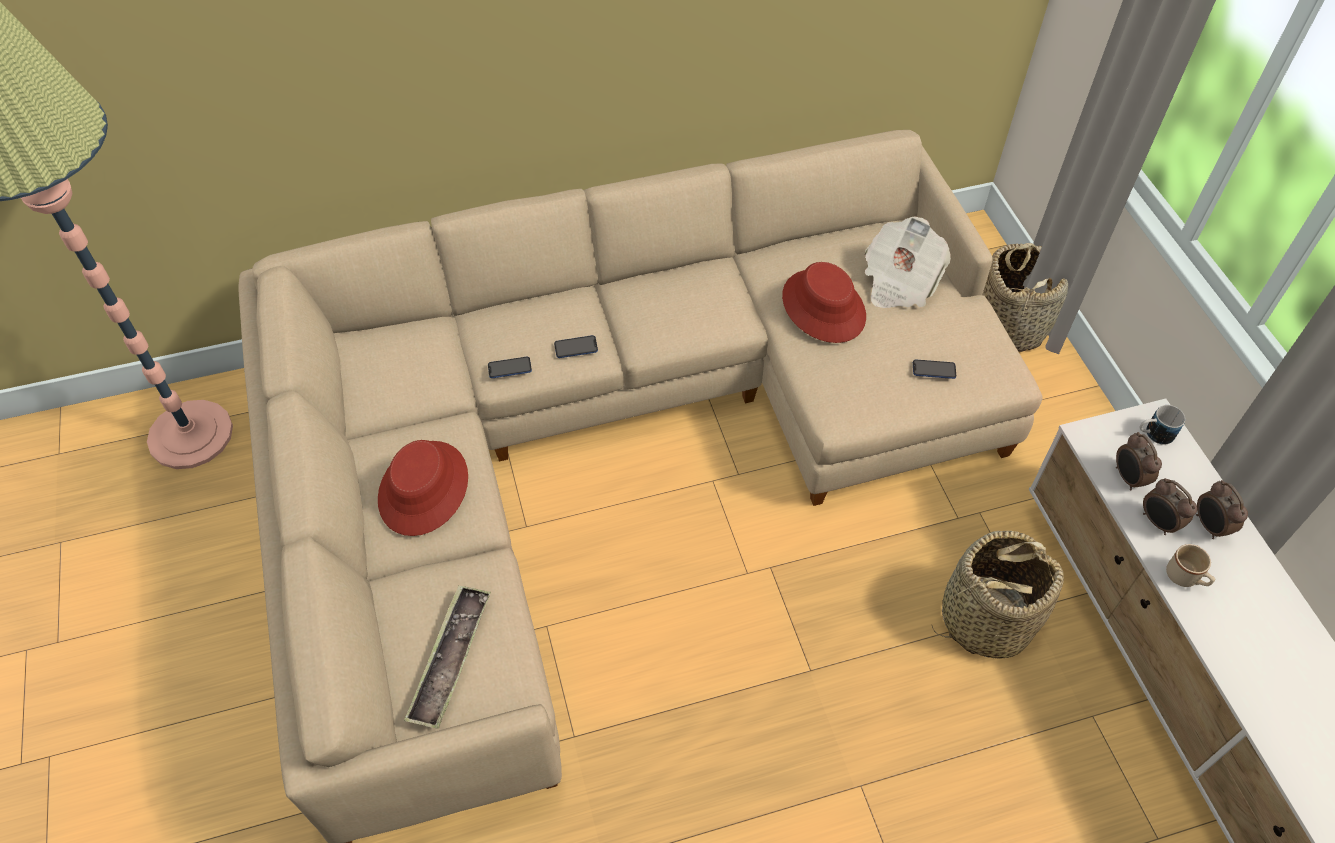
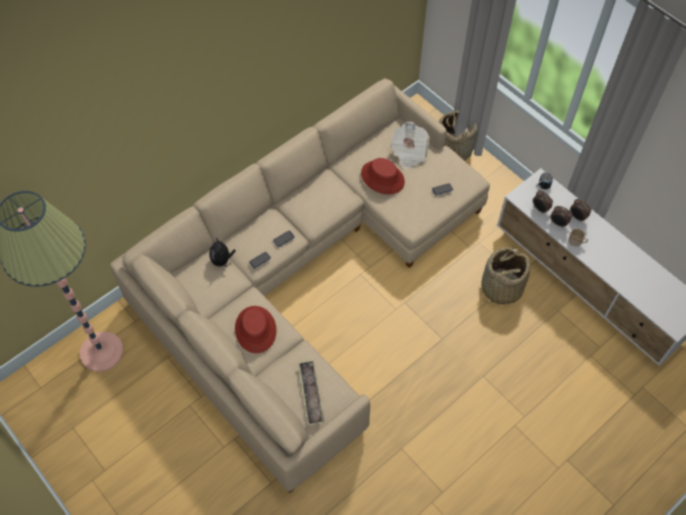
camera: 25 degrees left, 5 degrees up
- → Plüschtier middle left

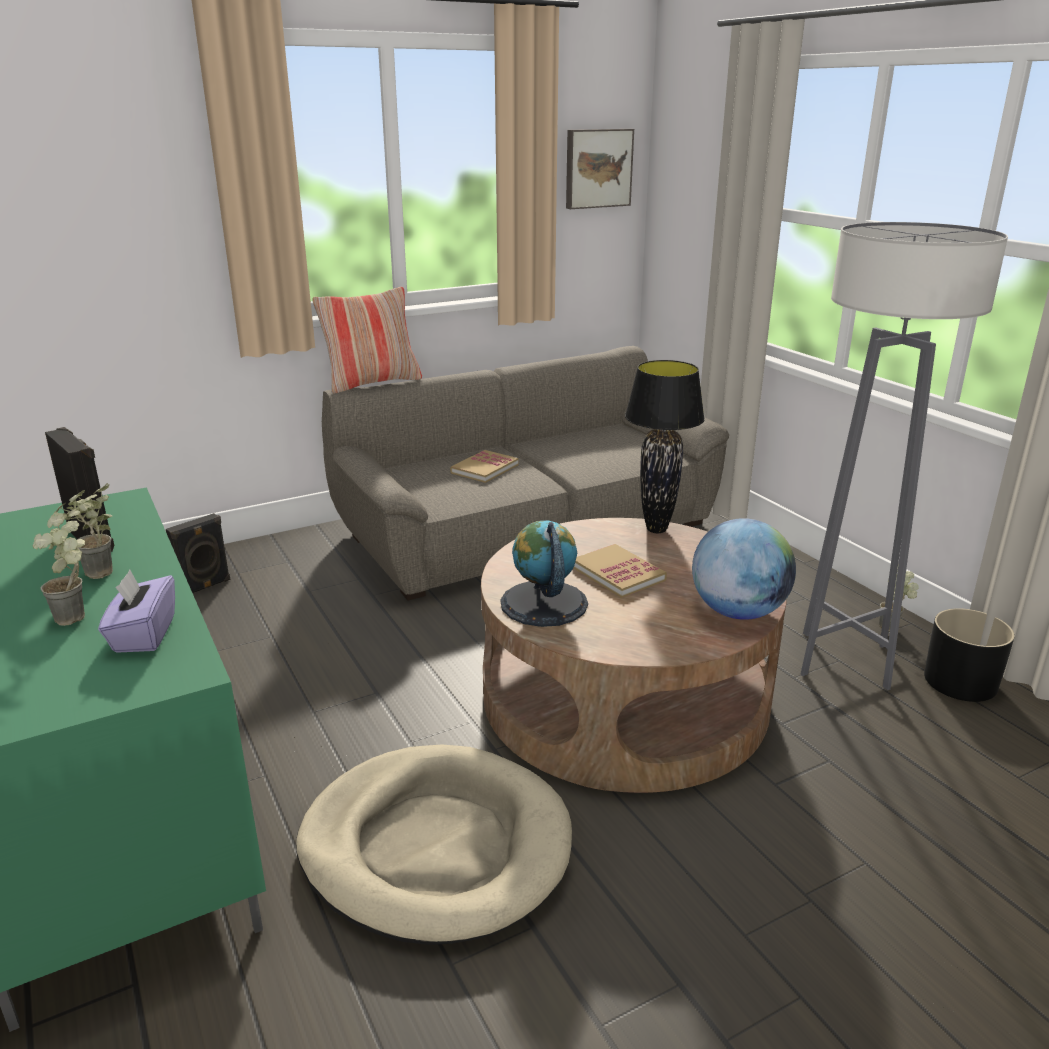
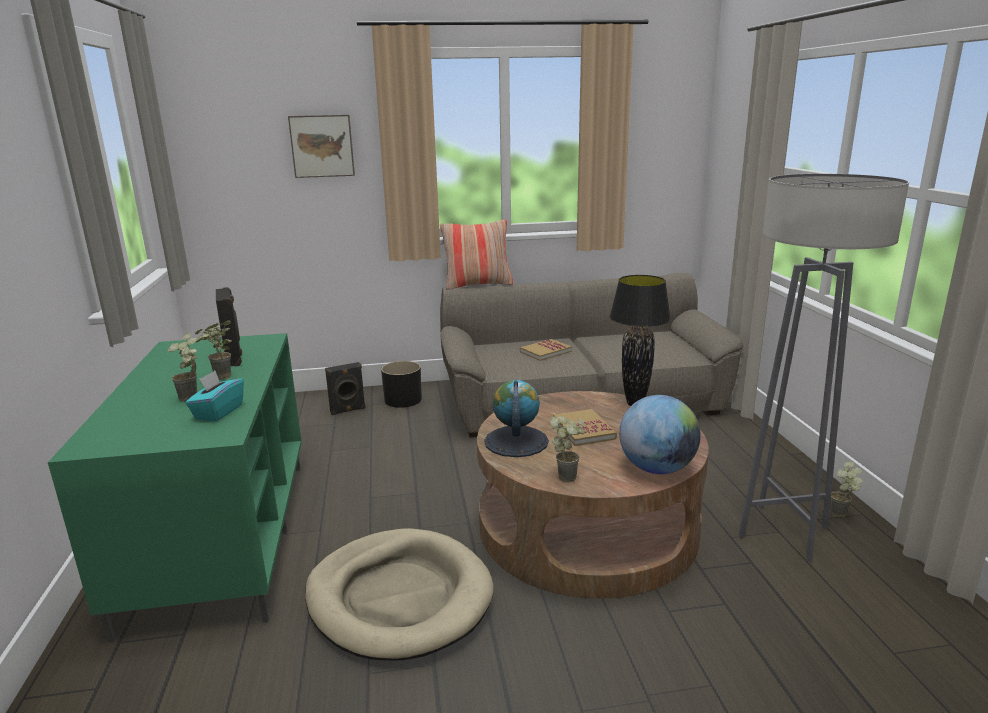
camera: 20 degrees right, 5 degrees down
Taschentuchbox [lila] middle left → Taschentuchbox [türkis] middle left
Bild top centre → Bild top left, relocated
Pflanzkübel [schwarz] middle right → Pflanzkübel [schwarz] centre, relocated
- → Topfpflanze (no. 3 from left) centre

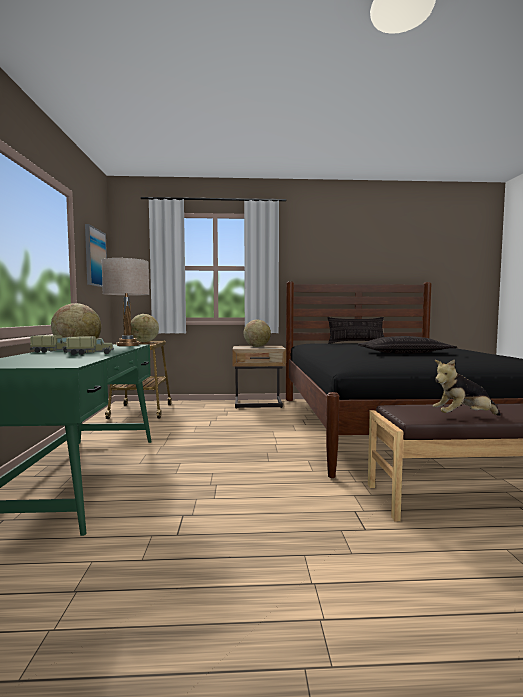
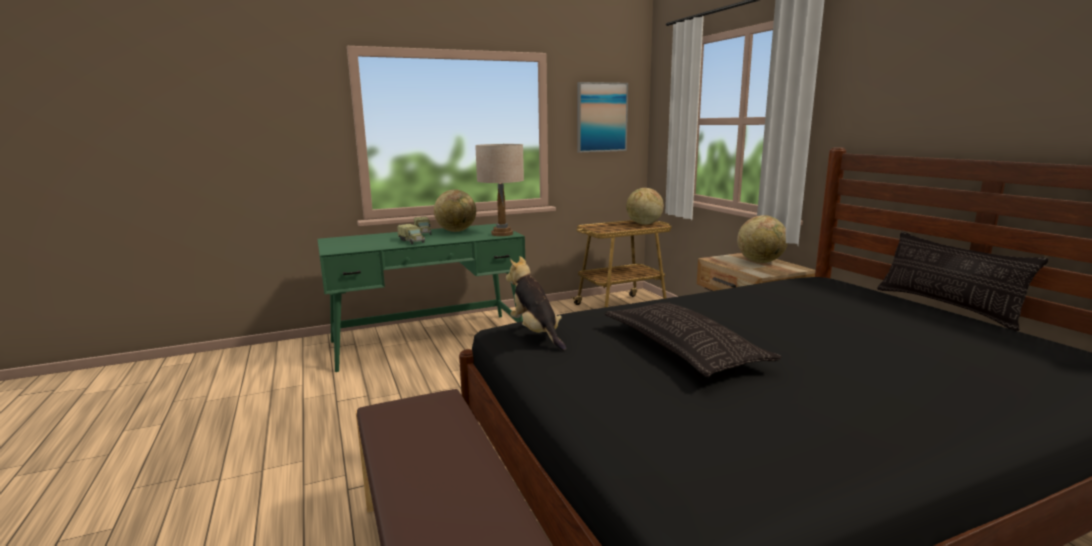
camera: 70 degrees right, 10 degrees up
Plüschtier middle right → Plüschtier centre, relocated

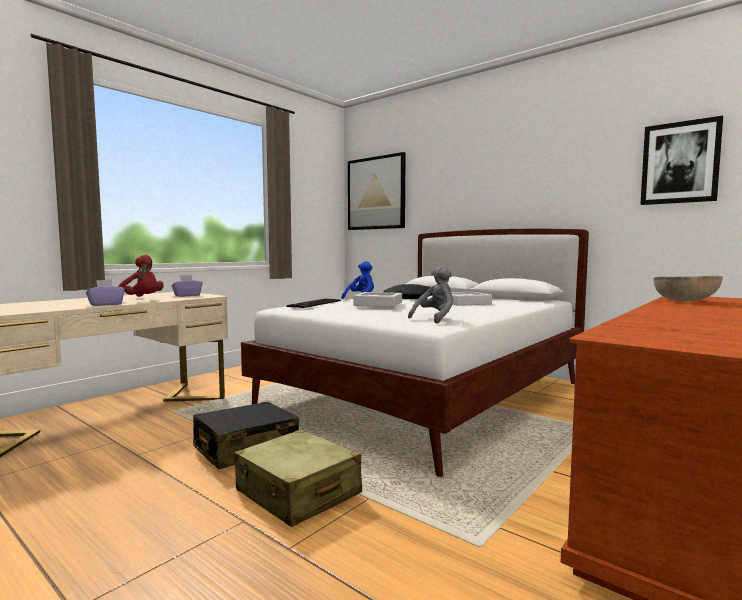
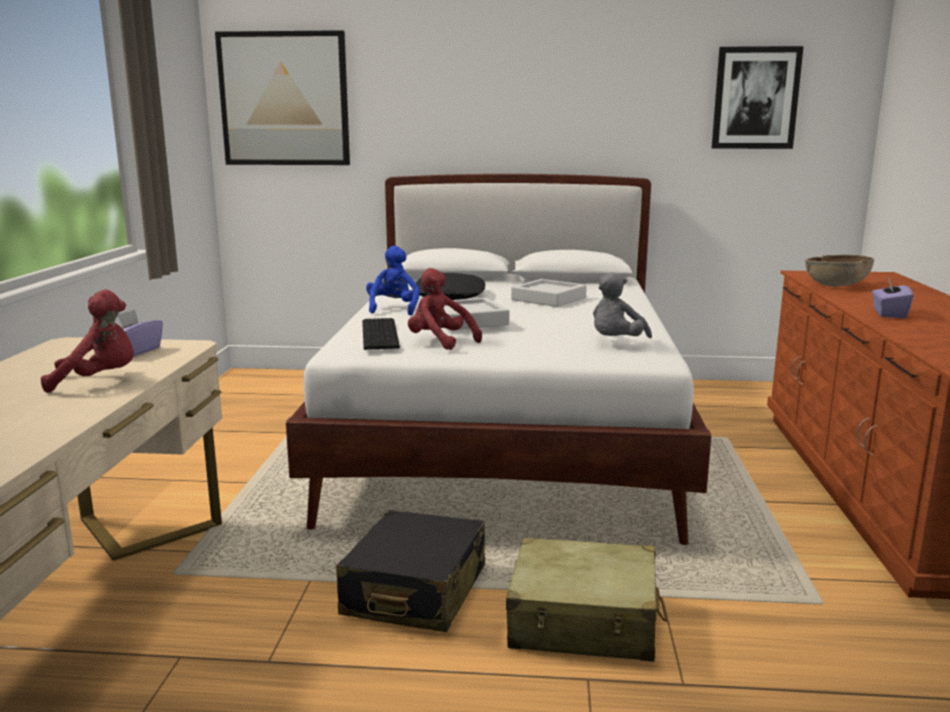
camera: 35 degrees left, 10 degrees up
Taschentuchbox [lila] (no. 1 from left in the first image) middle left → Taschentuchbox [lila] (no. 2 from left) middle right, relocated
Plüschtier [grau] centre, 150 degrees counterclockwise
- → Plüschtier [rot] (no. 2 from left) centre

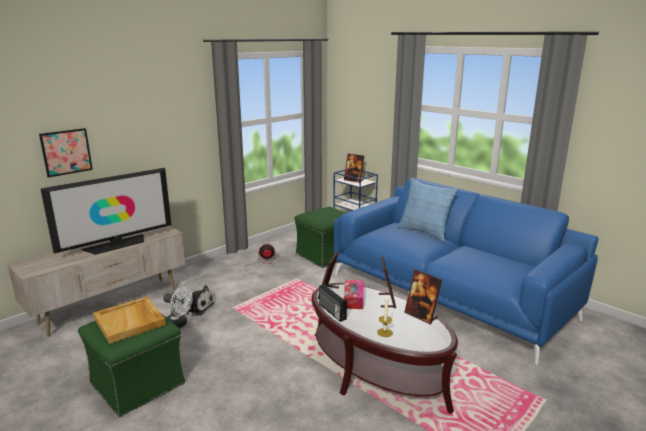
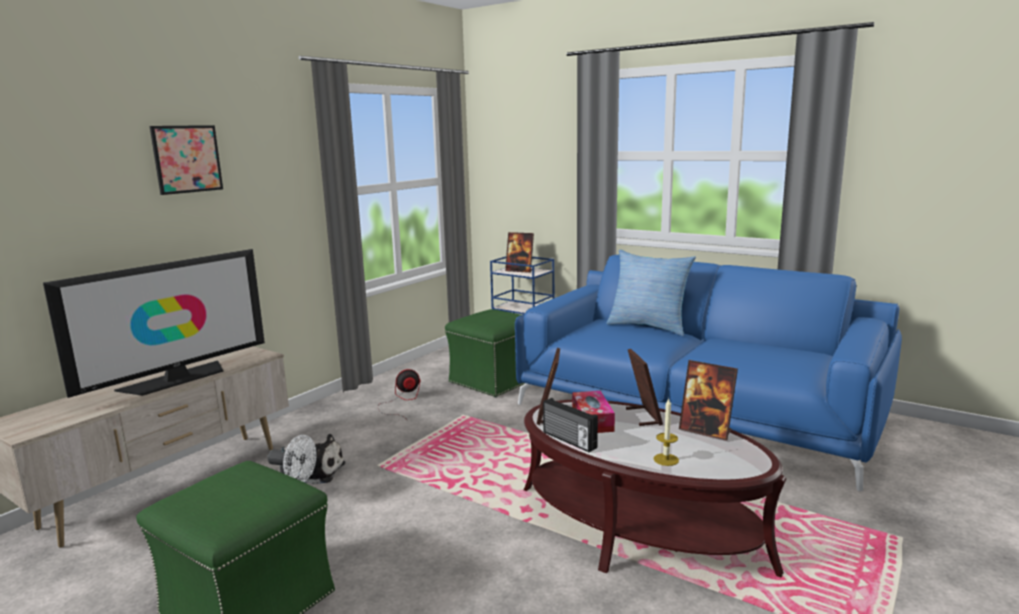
camera: 10 degrees left, 5 degrees down
Bild middle left → Bild top left, relocated
Tablett [beige] bottom left → -

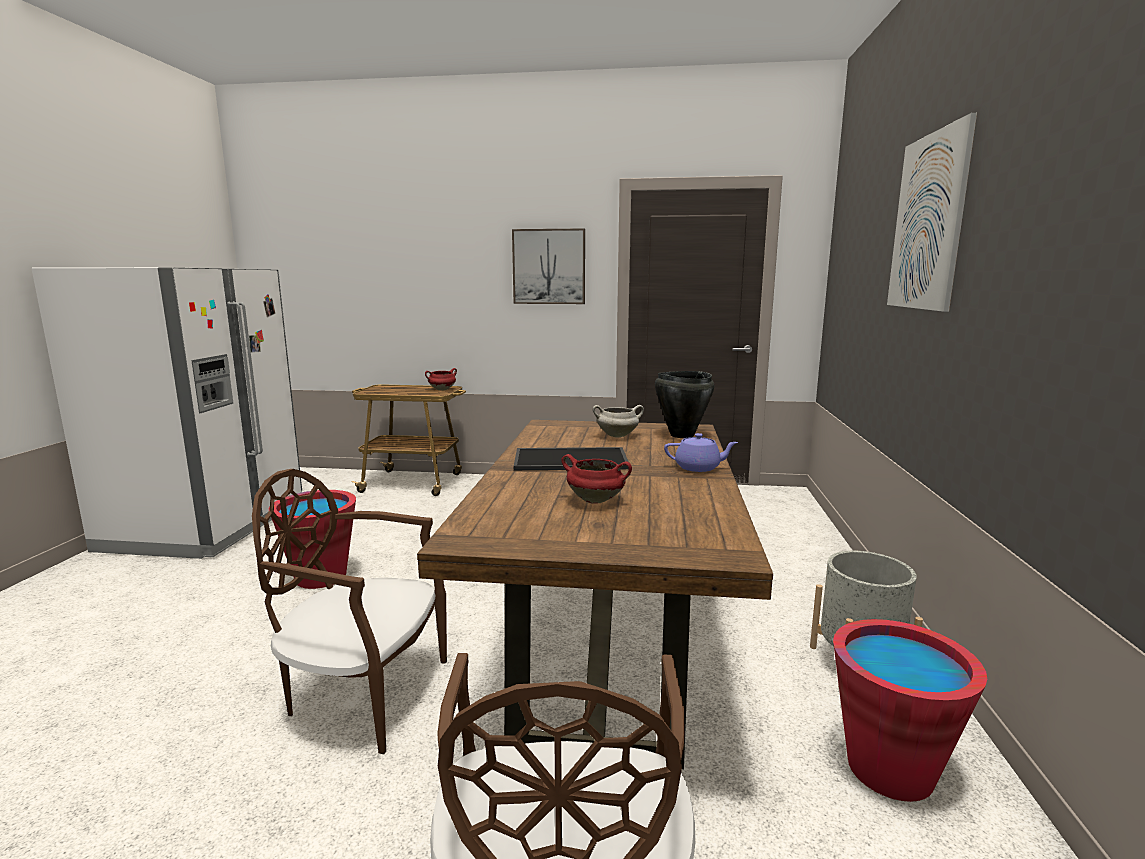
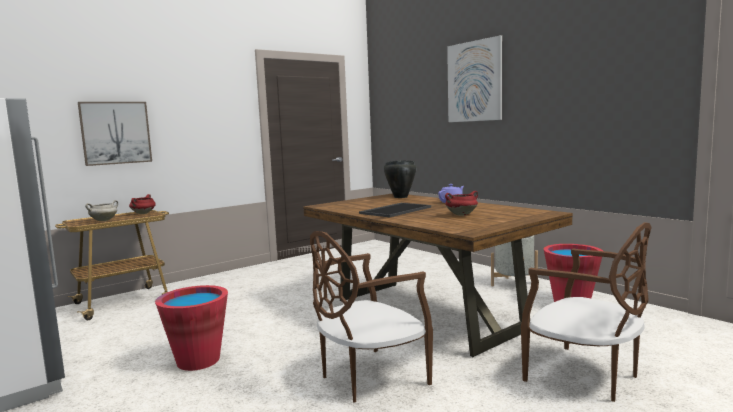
camera: 45 degrees left, 5 degrees down
Bild (no. 1 from left) top centre → Bild (no. 1 from left) top left, relocated
Kochtopf [weiß] centre → Kochtopf [weiß] middle left, relocated

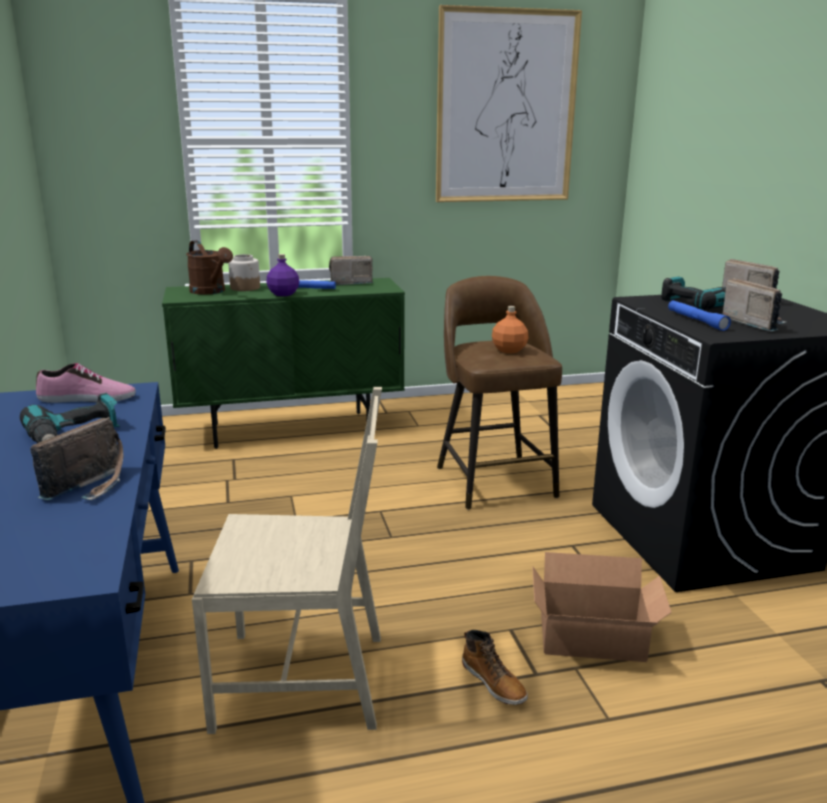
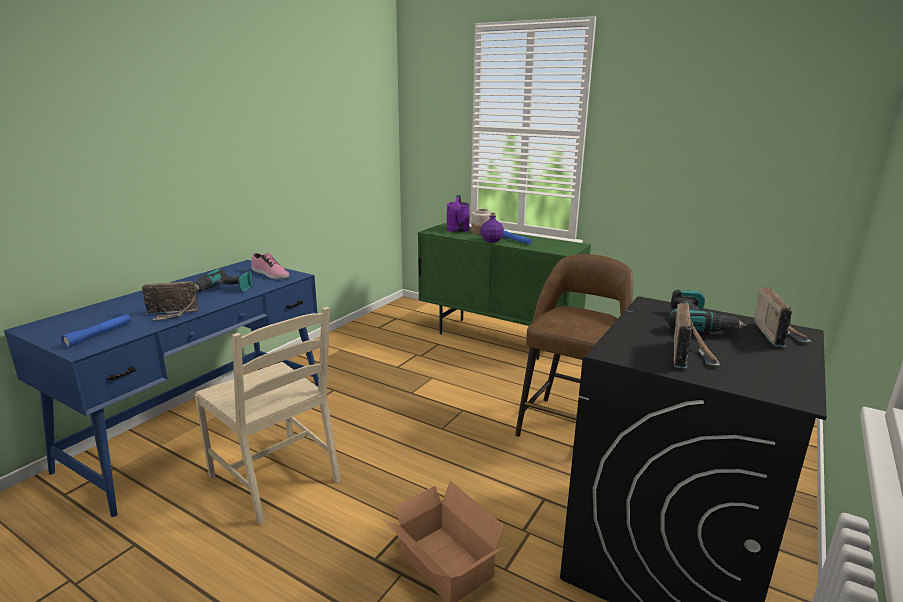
camera: 45 degrees right, 0 degrees up
Gießkanne [braun] top left → Gießkanne [lila] centre
Radio (no. 2 from left) centre → -
Bild top centre → -
Stiefel bottom centre → -
Flasche [orange] centre → -
Taschenlampe [blau] (no. 2 from left in the first image) middle right → Taschenlampe [blau] (no. 1 from left) middle left, relocated

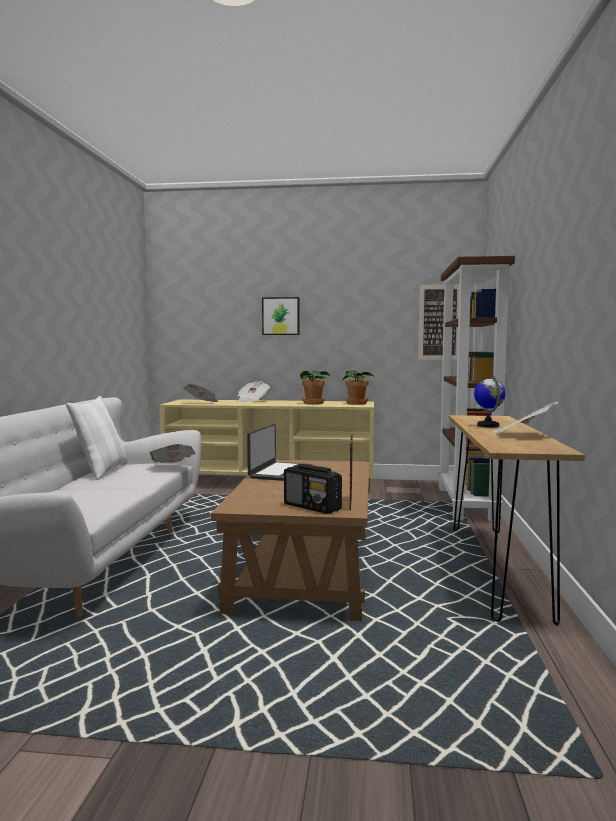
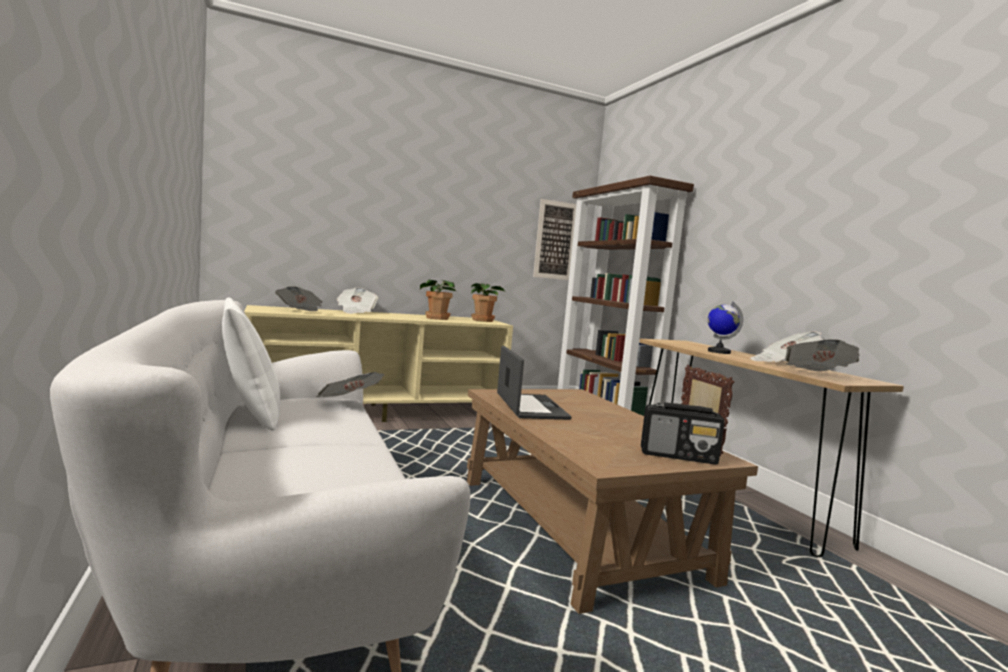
camera: 30 degrees left, 0 degrees up
Bild (no. 1 from left) centre → -
- → Zeitung (no. 5 from left) middle right

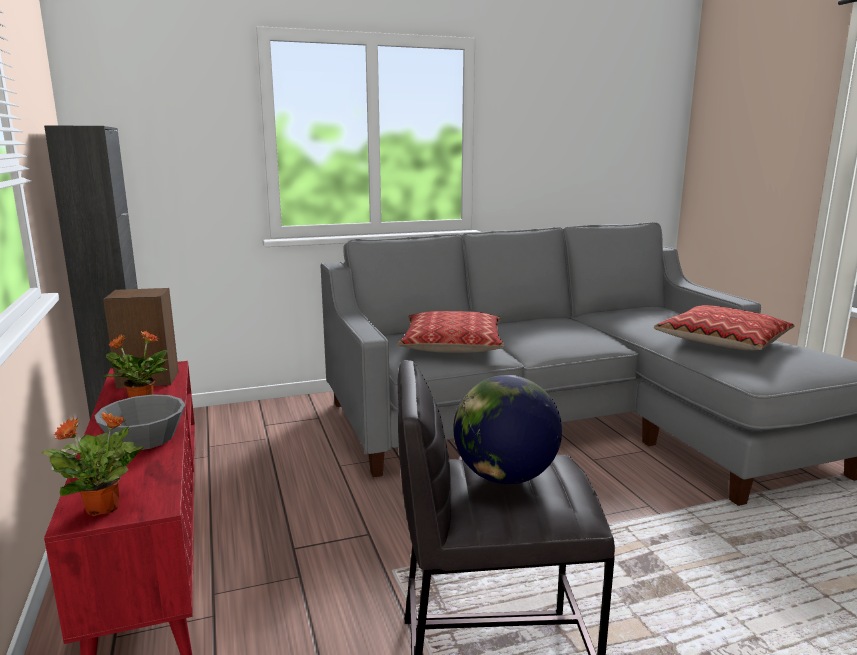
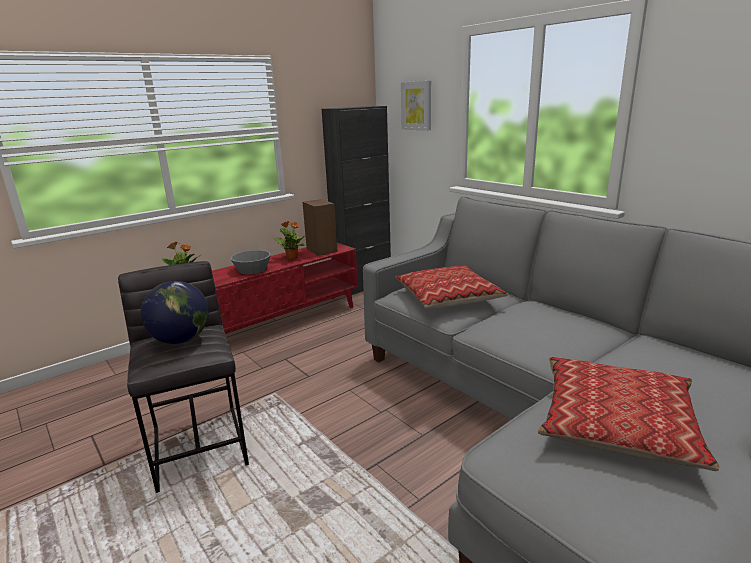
camera: 70 degrees right, 5 degrees up
- → Bild top centre

